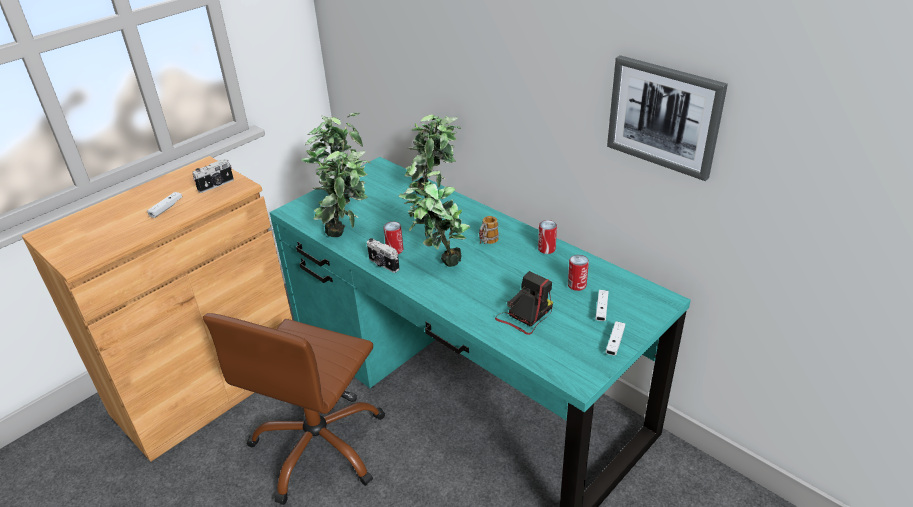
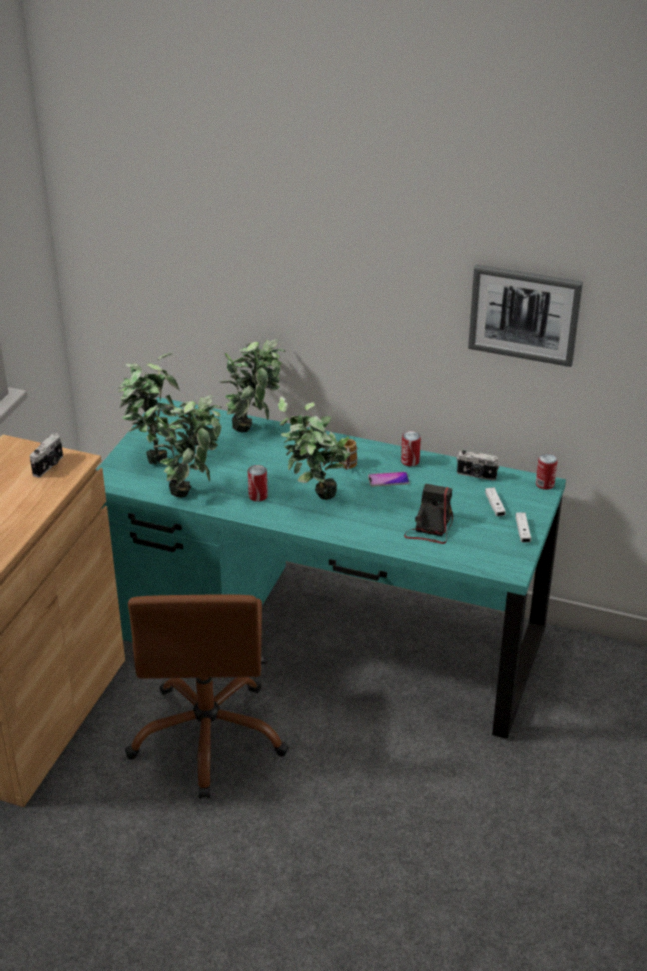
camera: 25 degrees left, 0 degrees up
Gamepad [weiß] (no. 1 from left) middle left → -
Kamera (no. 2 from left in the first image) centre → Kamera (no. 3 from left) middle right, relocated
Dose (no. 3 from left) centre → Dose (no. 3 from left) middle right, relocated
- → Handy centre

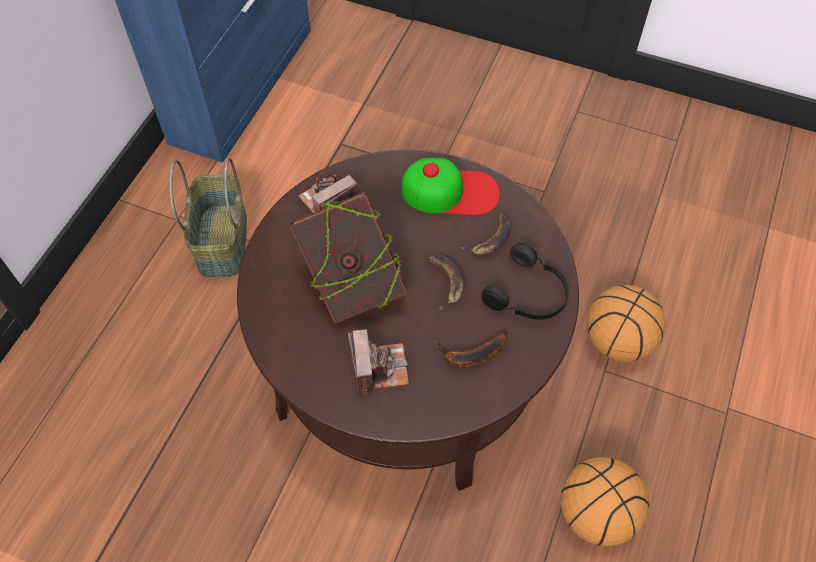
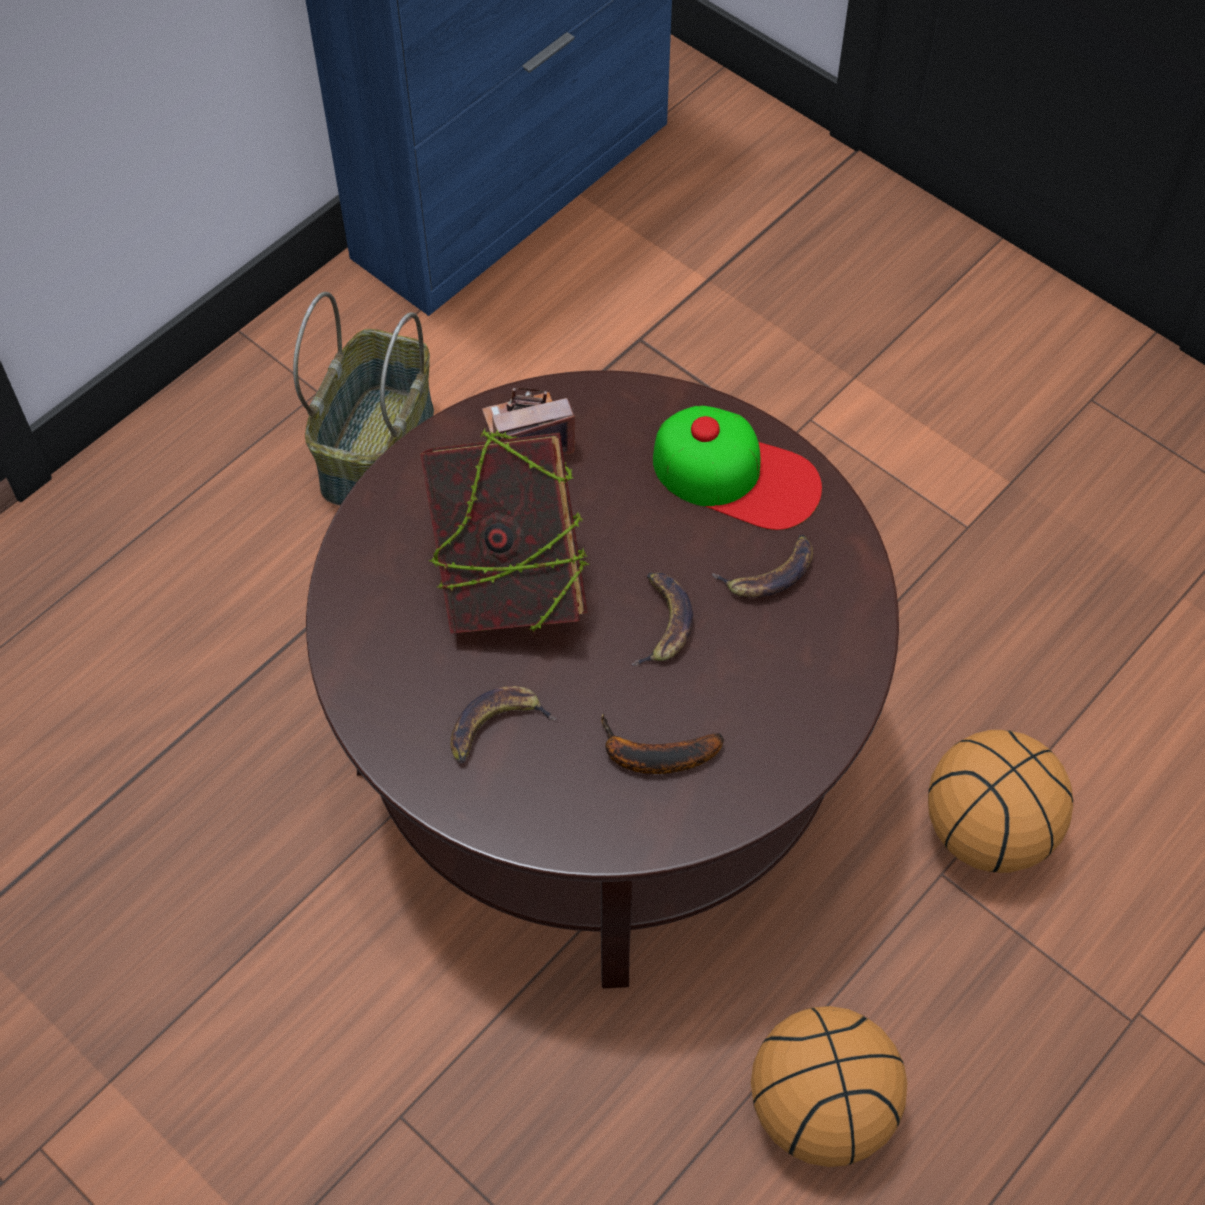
camera: 20 degrees right, 0 degrees up
Kamera (no. 2 from left) centre → Banane (no. 1 from left) centre
Kopfhörer [schwarz] centre → -

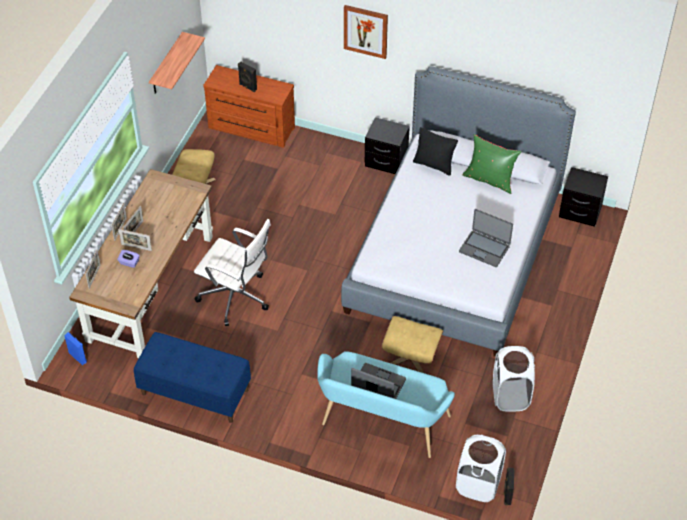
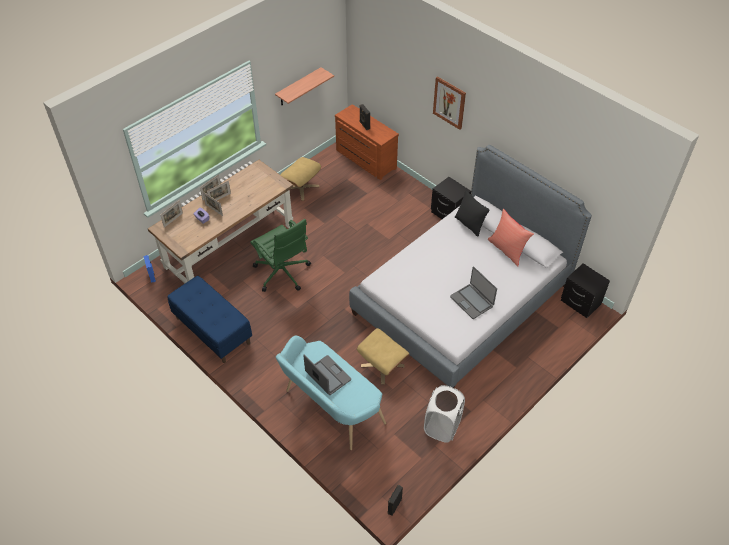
camera: 25 degrees right, 0 degrees up
Bürostuhl [weiß] centre → Bürostuhl [grün] centre
Wäschekorb [weiß] (no. 1 from left) bottom right → -
Kissen [grün] top right → Kissen [rot] middle right

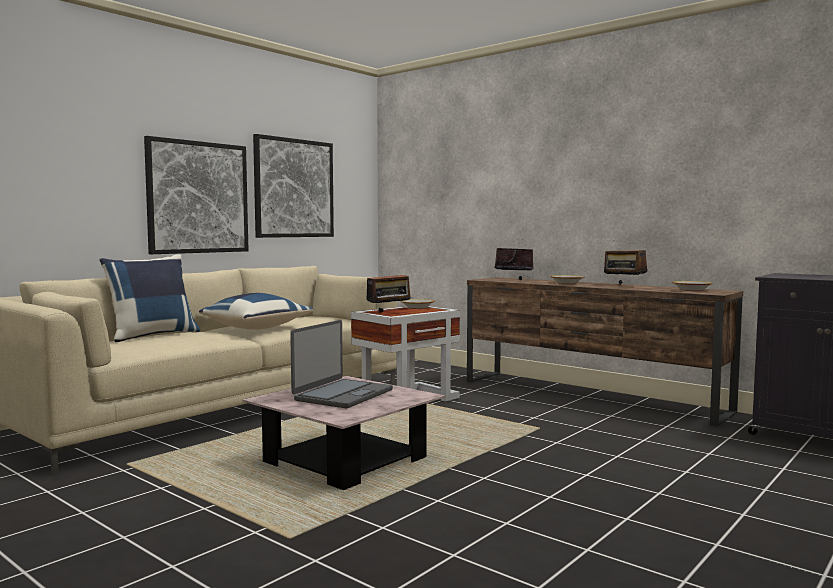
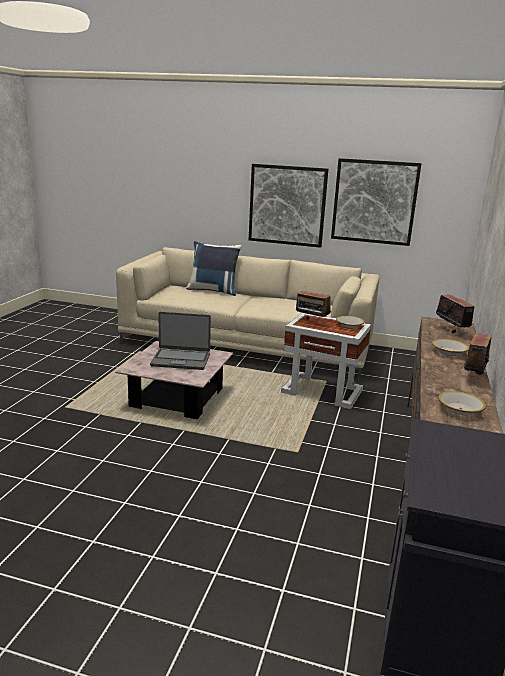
camera: 65 degrees right, 15 degrees up
Kissen [blau] (no. 2 from left) middle left → -

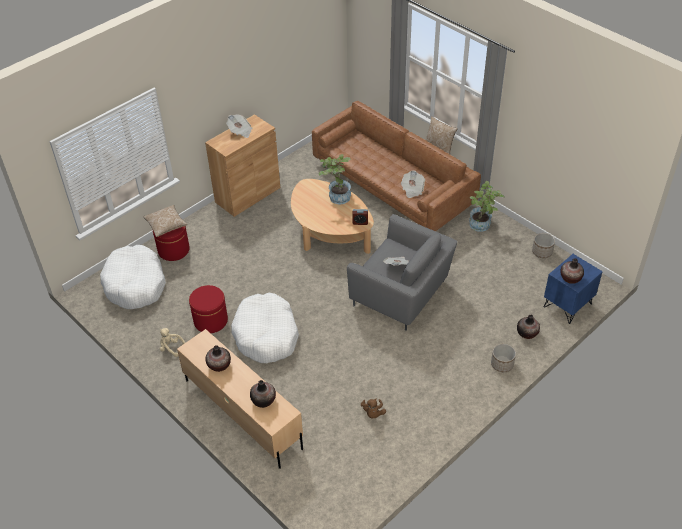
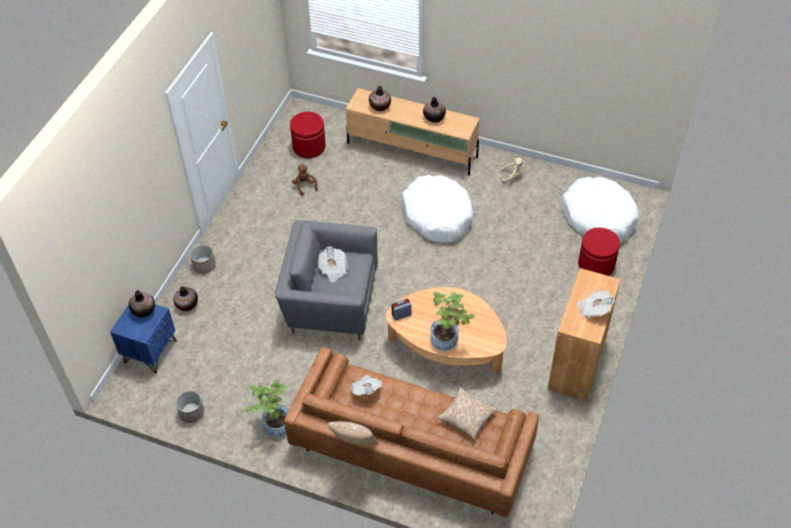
camera: 155 degrees right, 5 degrees up
Kissen (no. 1 from left in the first image) middle left → Kissen (no. 2 from left) bottom centre, relocated
Polsterhocker [rot] (no. 2 from left in the first image) middle left → Polsterhocker [rot] (no. 1 from left) top centre, relocated

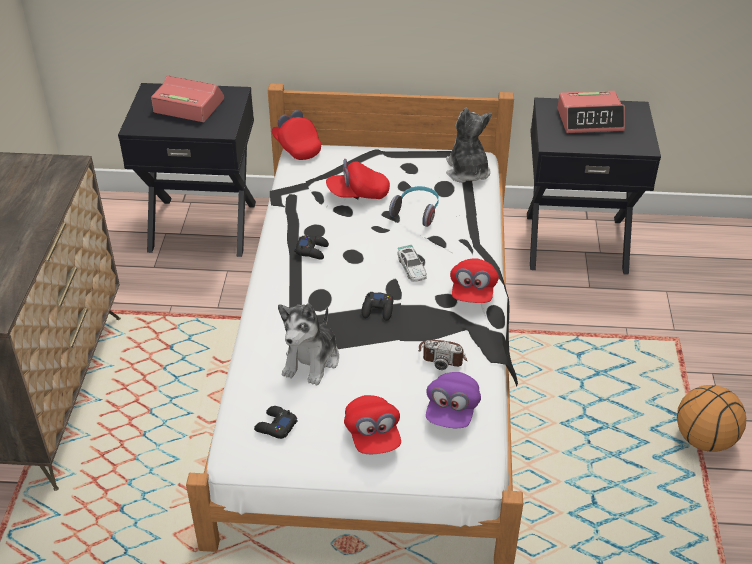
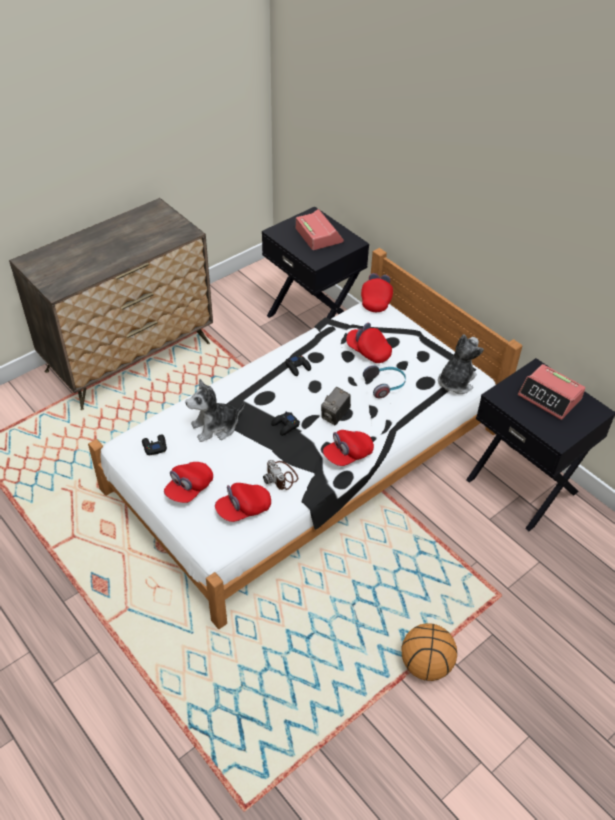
camera: 45 degrees right, 5 degrees up
Spielzeugauto centre → Kamera (no. 2 from left) centre
Kappe [lila] bottom centre → Kappe [rot] (no. 2 from left) centre

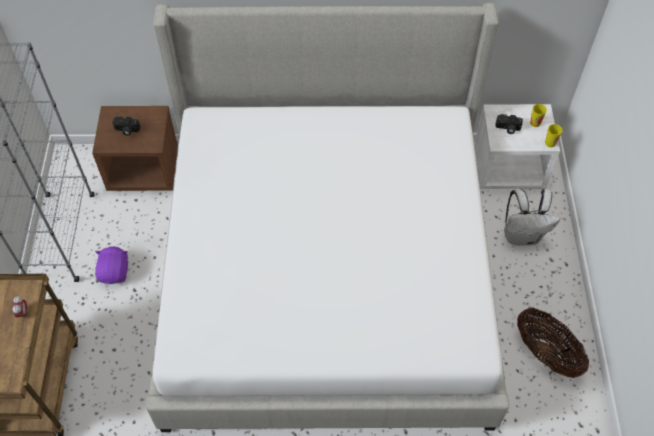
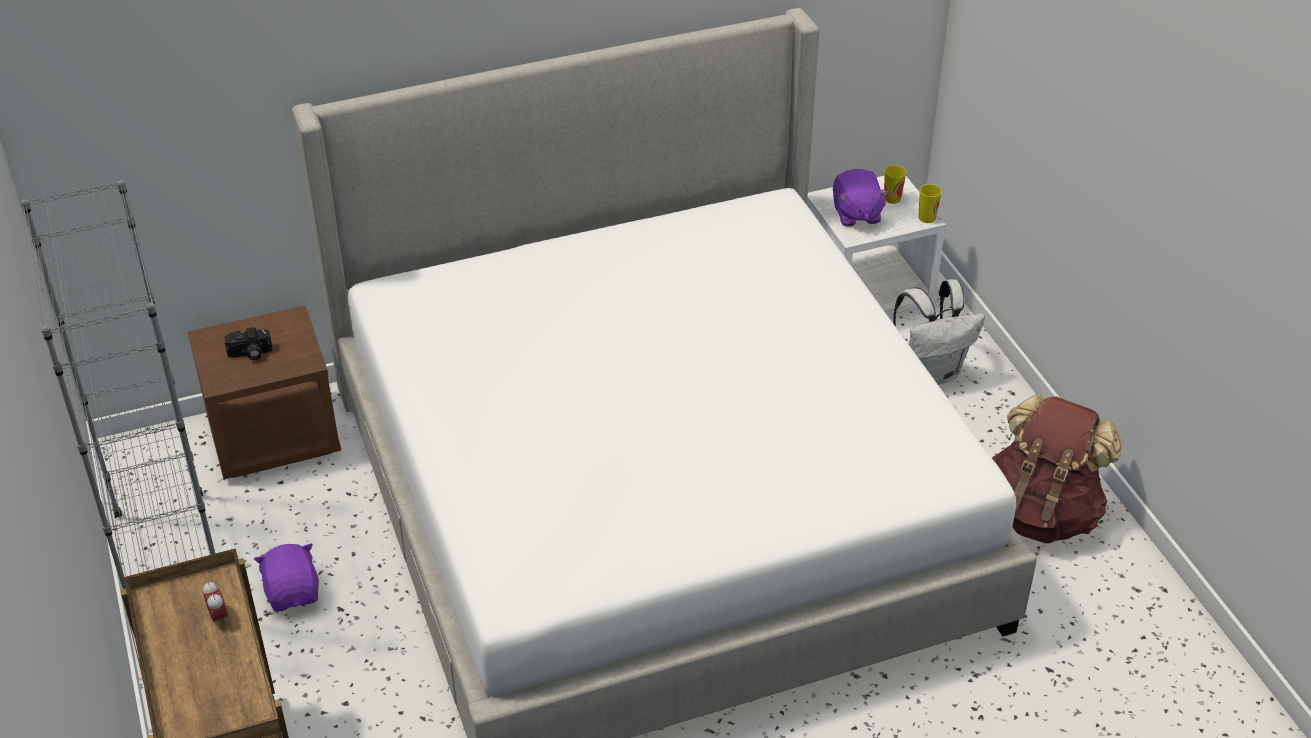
camera: 20 degrees left, 15 degrees down
Kamera (no. 2 from left) top right → Plüschtier [lila] (no. 2 from left) top centre
Korb bottom right → Rucksack [braun] middle right

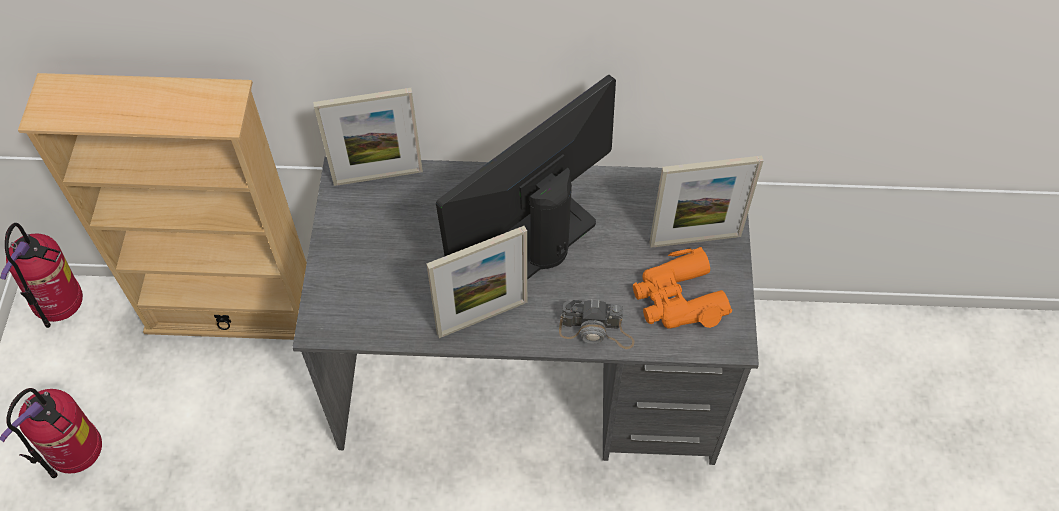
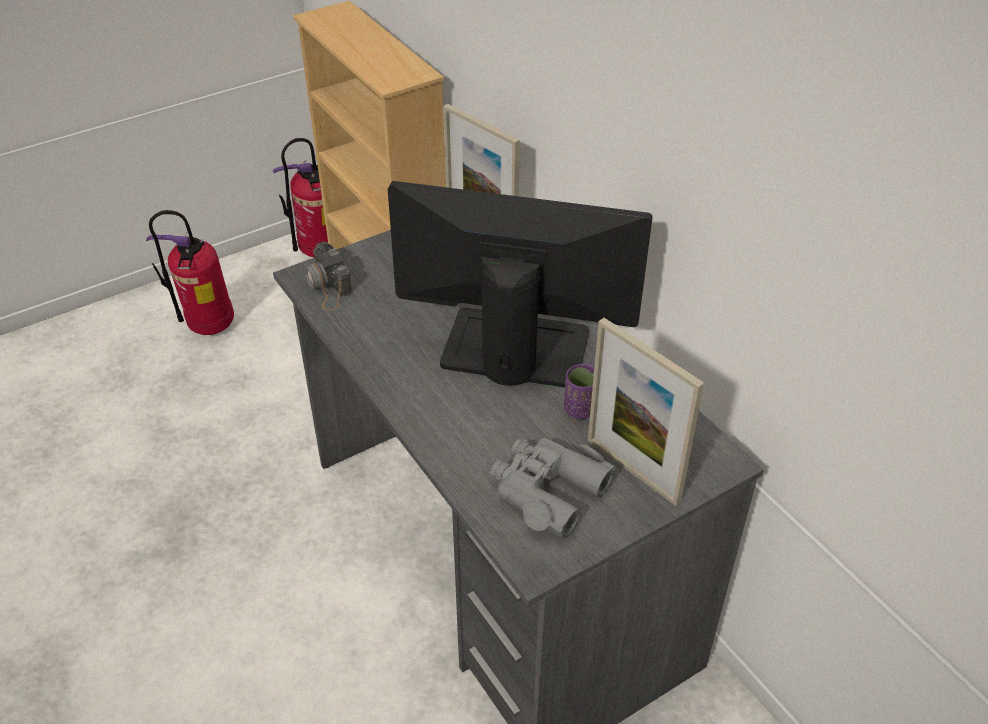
camera: 55 degrees right, 15 degrees down
Bilderrahmen (no. 2 from left) centre → -
Kamera centre → Kamera middle left, relocated
Fernglas [orange] centre → Fernglas [grau] bottom centre
- → Tasse [lila] centre

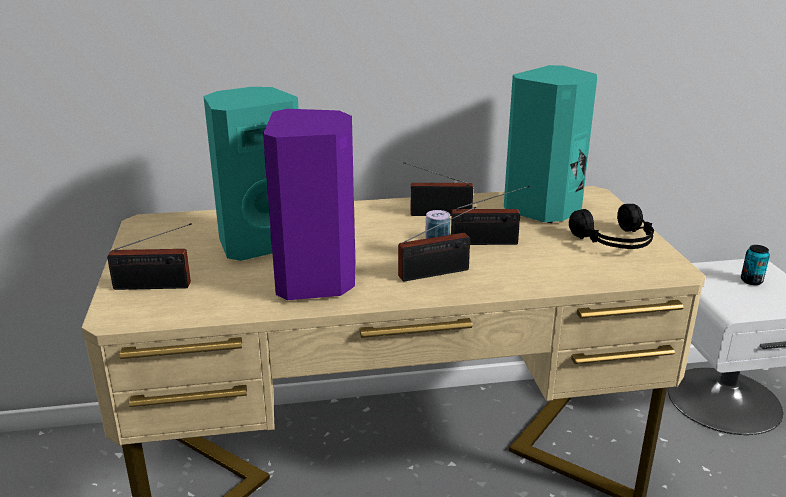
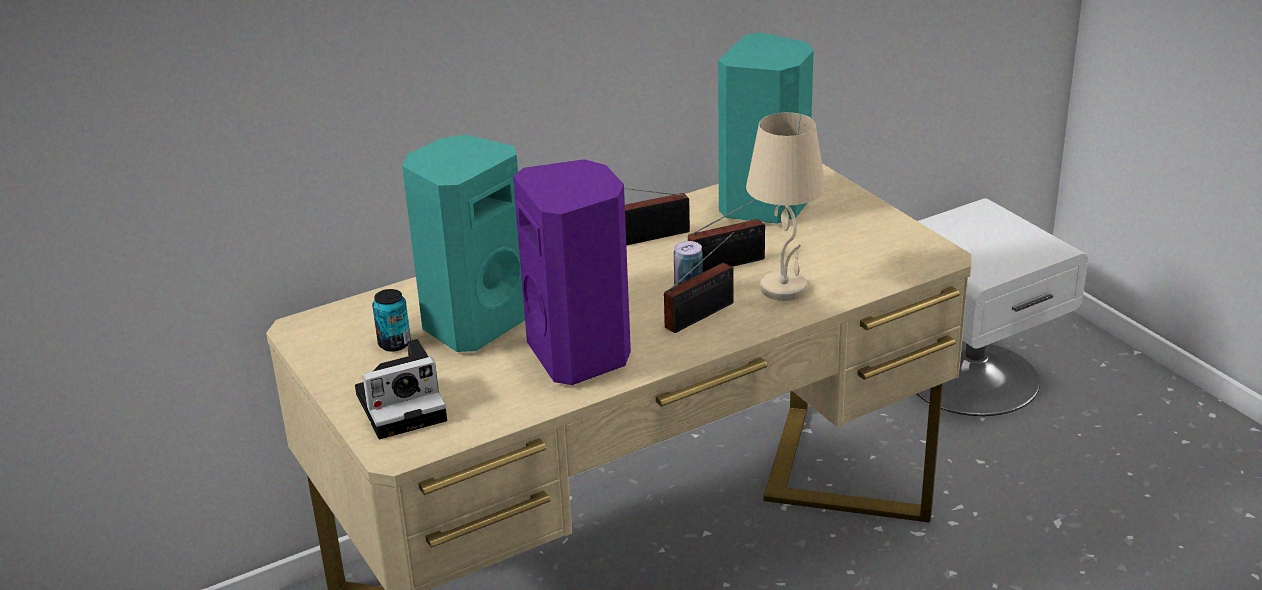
camera: 20 degrees left, 5 degrees up
Radio (no. 1 from left) middle left → Kamera middle left
Kopfhörer [schwarz] middle right → -
Dose (no. 2 from left in the first image) middle right → Dose (no. 1 from left) middle left, relocated
- → Tischlampe [beige] centre

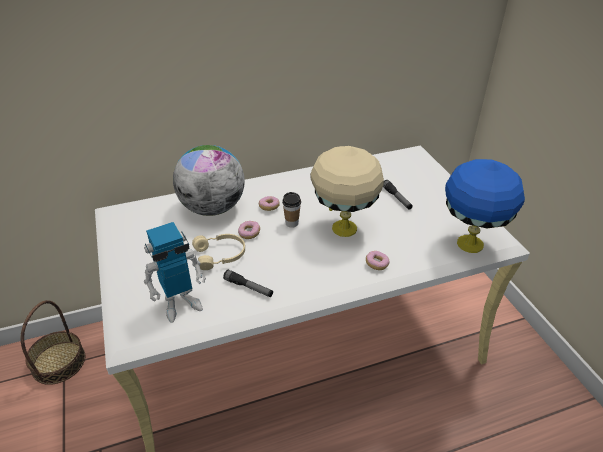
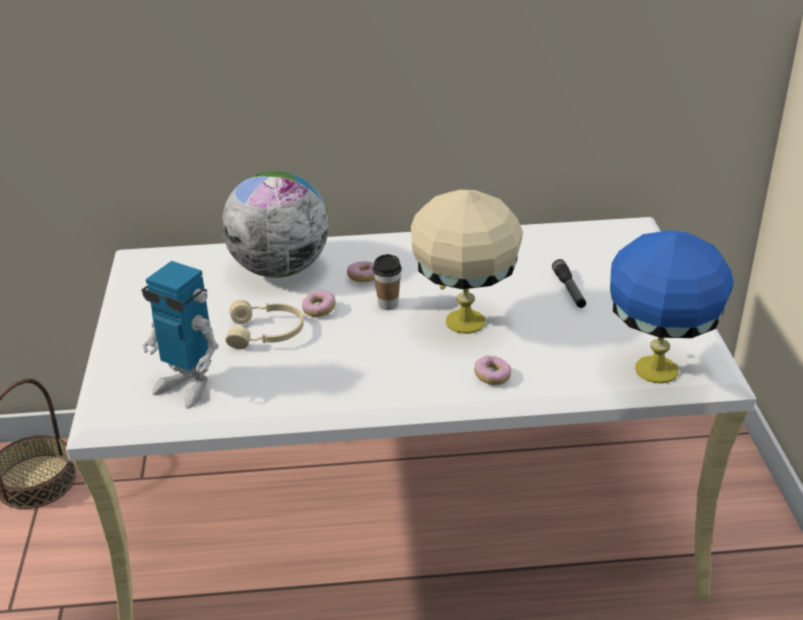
camera: 15 degrees right, 5 degrees down
Spielzeugroboter middle left, 45 degrees clockwise
Taschenlampe (no. 1 from left) centre → -

